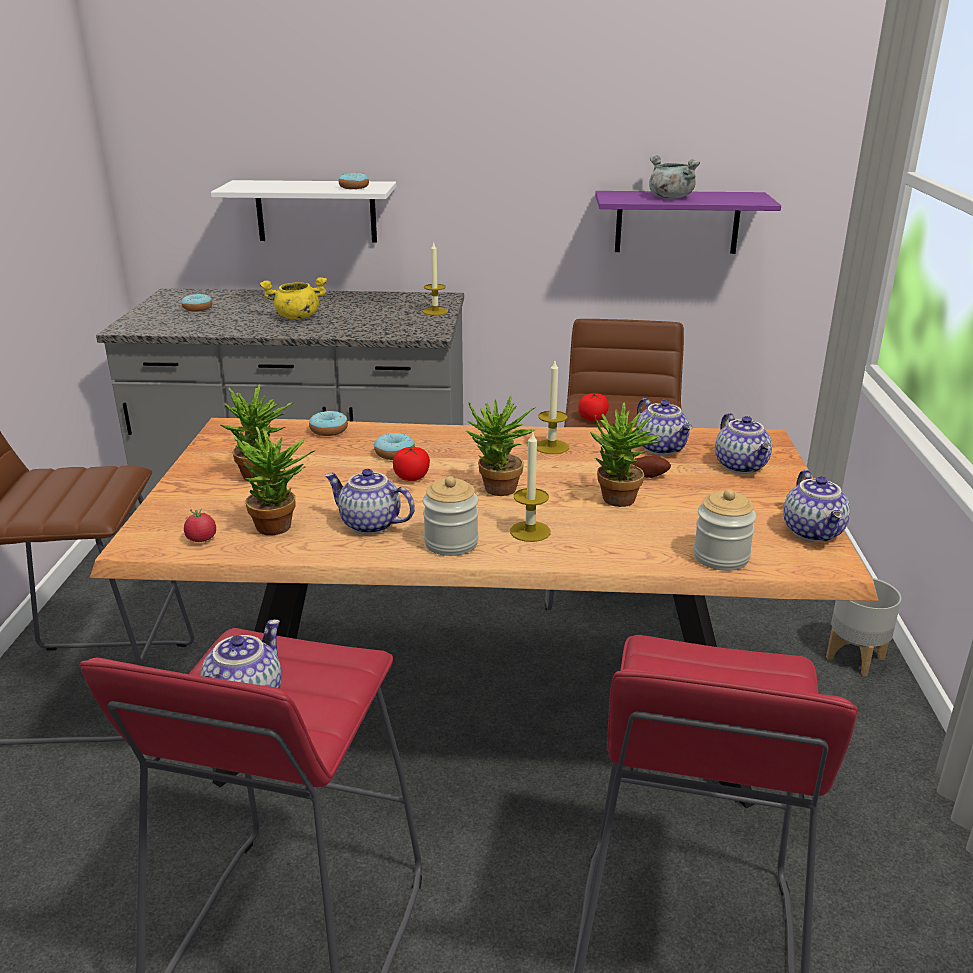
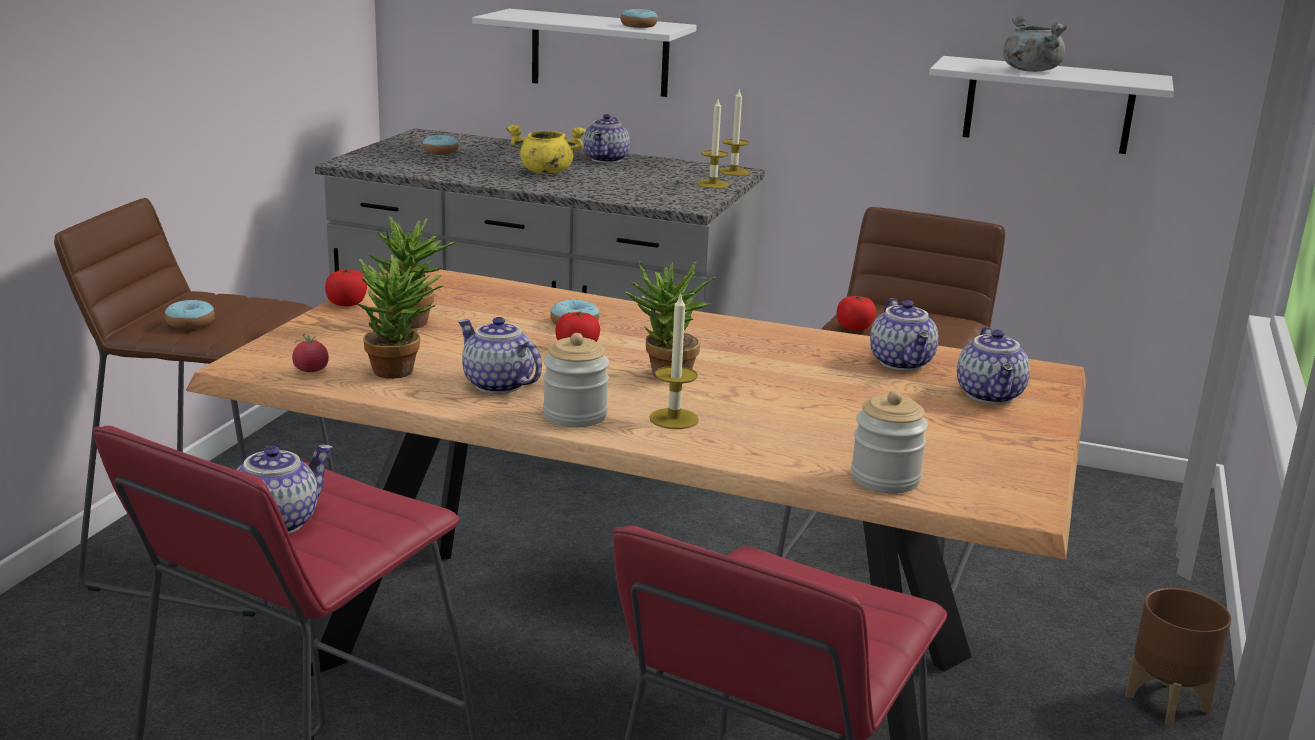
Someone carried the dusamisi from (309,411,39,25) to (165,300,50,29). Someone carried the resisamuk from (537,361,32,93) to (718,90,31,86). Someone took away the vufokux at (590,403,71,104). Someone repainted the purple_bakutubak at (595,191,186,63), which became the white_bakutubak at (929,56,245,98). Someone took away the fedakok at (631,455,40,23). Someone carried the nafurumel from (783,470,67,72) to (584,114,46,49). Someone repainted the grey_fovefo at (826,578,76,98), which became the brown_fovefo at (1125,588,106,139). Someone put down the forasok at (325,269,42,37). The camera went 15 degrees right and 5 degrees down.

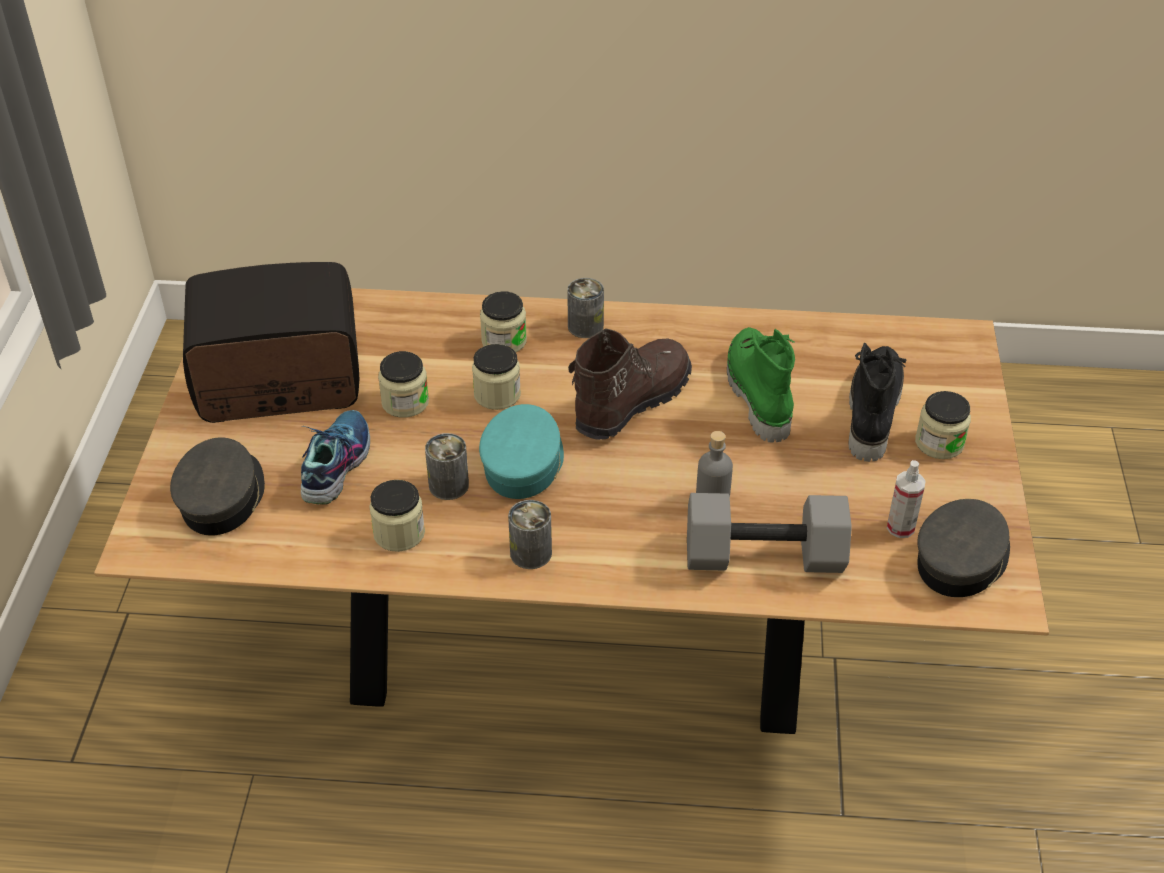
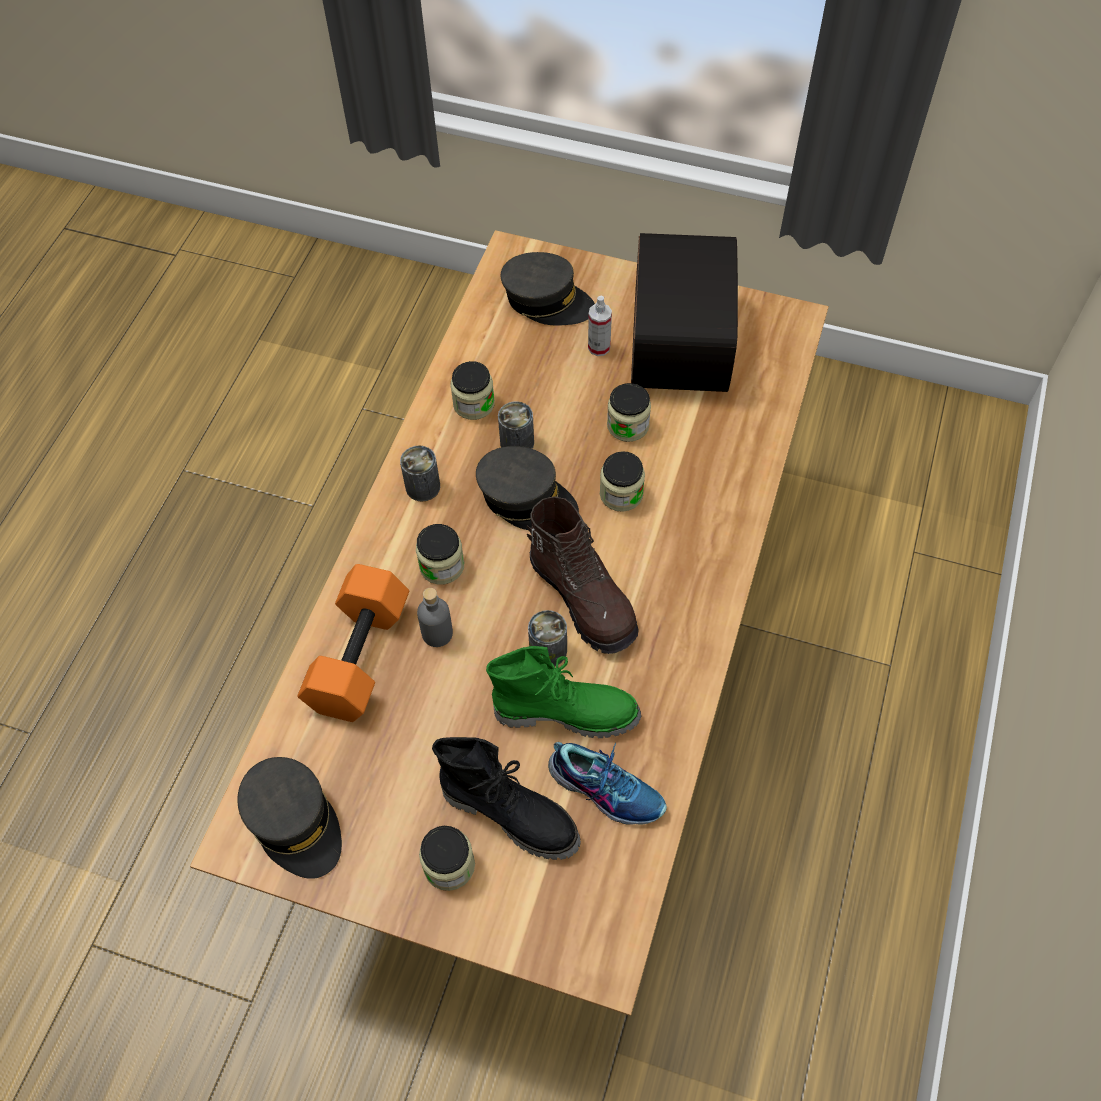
Someone carried the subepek from (301,410,69,95) to (548,742,119,83). Someone repainted the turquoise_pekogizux at (479,404,85,95), which became the grey_pekogizux at (476,446,103,84). Someone carried the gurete from (480,291,47,61) to (416,524,48,61). Someone carried the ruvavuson from (567,278,37,60) to (528,610,39,56). Someone repainted the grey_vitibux at (687,493,165,80), which became the orange_vitibux at (297,564,112,158). Someone carried the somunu from (887,460,39,78) to (588,296,24,60). The camera went 105 degrees right and 15 degrees up.

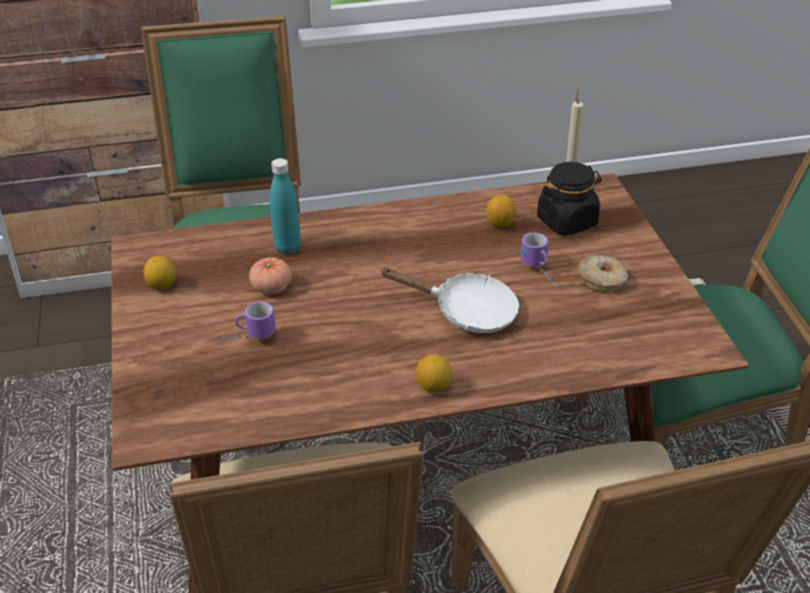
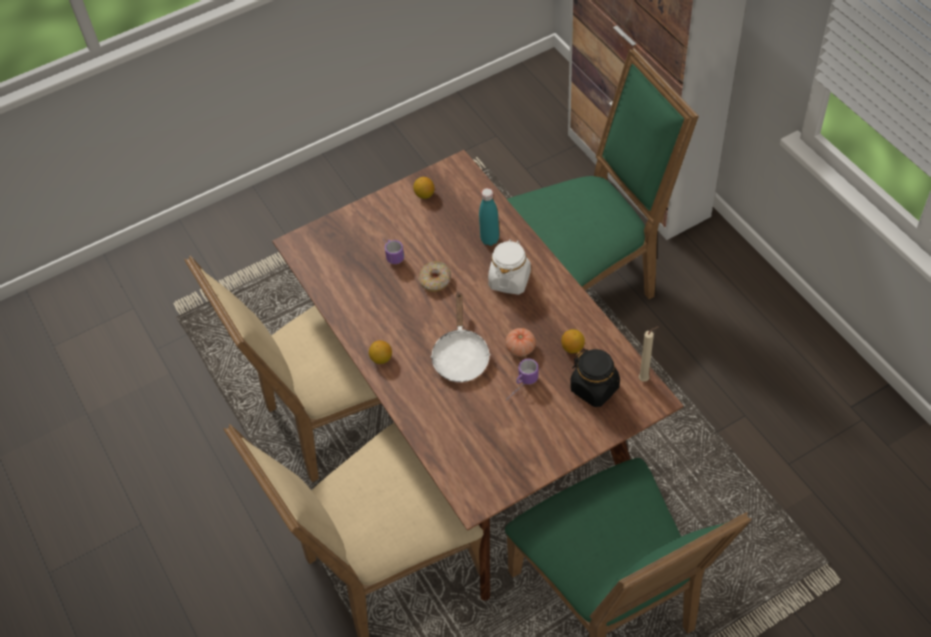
Someone carried the forasok from (249,257,43,37) to (505,328,31,28). Someone carried the dusamisi from (577,255,51,38) to (419,261,32,31). Someone put down the white_gurete at (488,239,43,56). The camera went 75 degrees right and 15 degrees up.

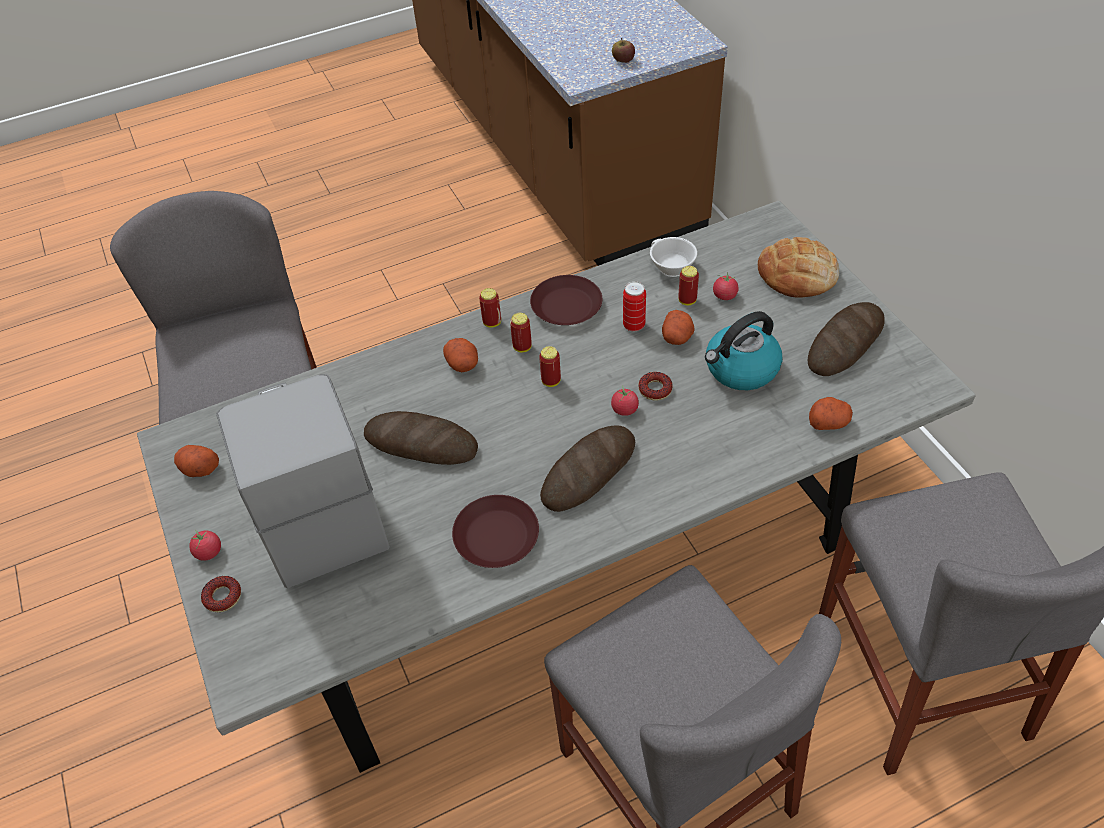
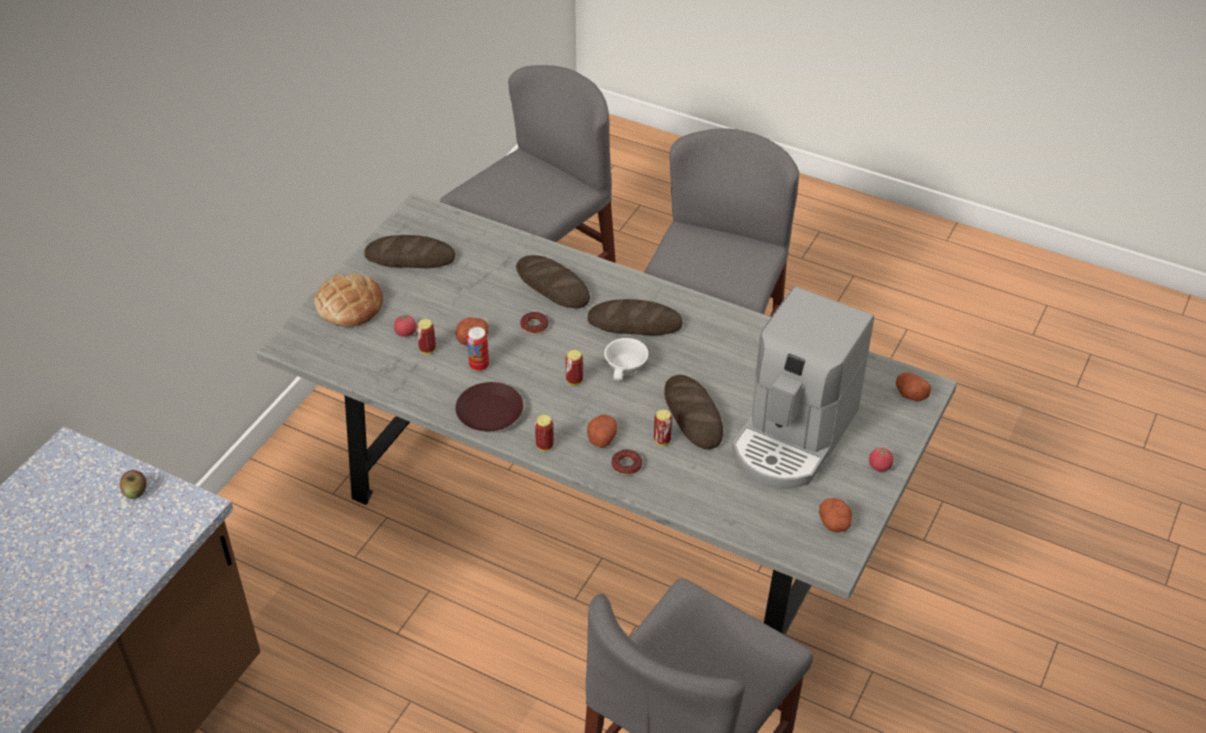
Someone carried the dusamisi from (201,576,40,36) to (611,449,31,26). Someone took away the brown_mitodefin at (452,495,87,73). Someone carried the ruvavuson from (510,313,22,39) to (654,409,18,37). Someone took away the forasok at (611,385,28,31). Someone carried the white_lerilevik from (650,237,47,40) to (604,338,44,43). Someone took away the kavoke at (705,311,78,79). Someone carried the fedakok from (809,397,44,33) to (896,372,35,30). Someone put down the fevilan at (516,255,74,54). The camera went 130 degrees left and 5 degrees down.

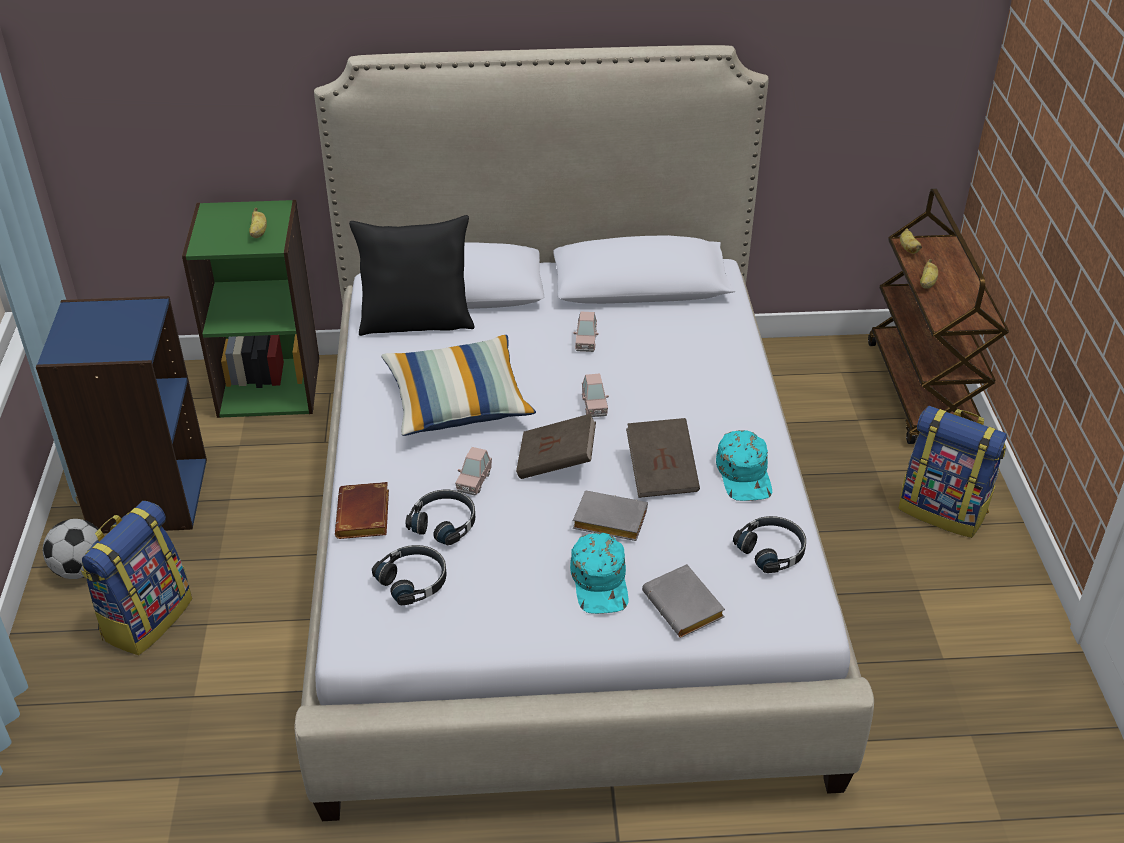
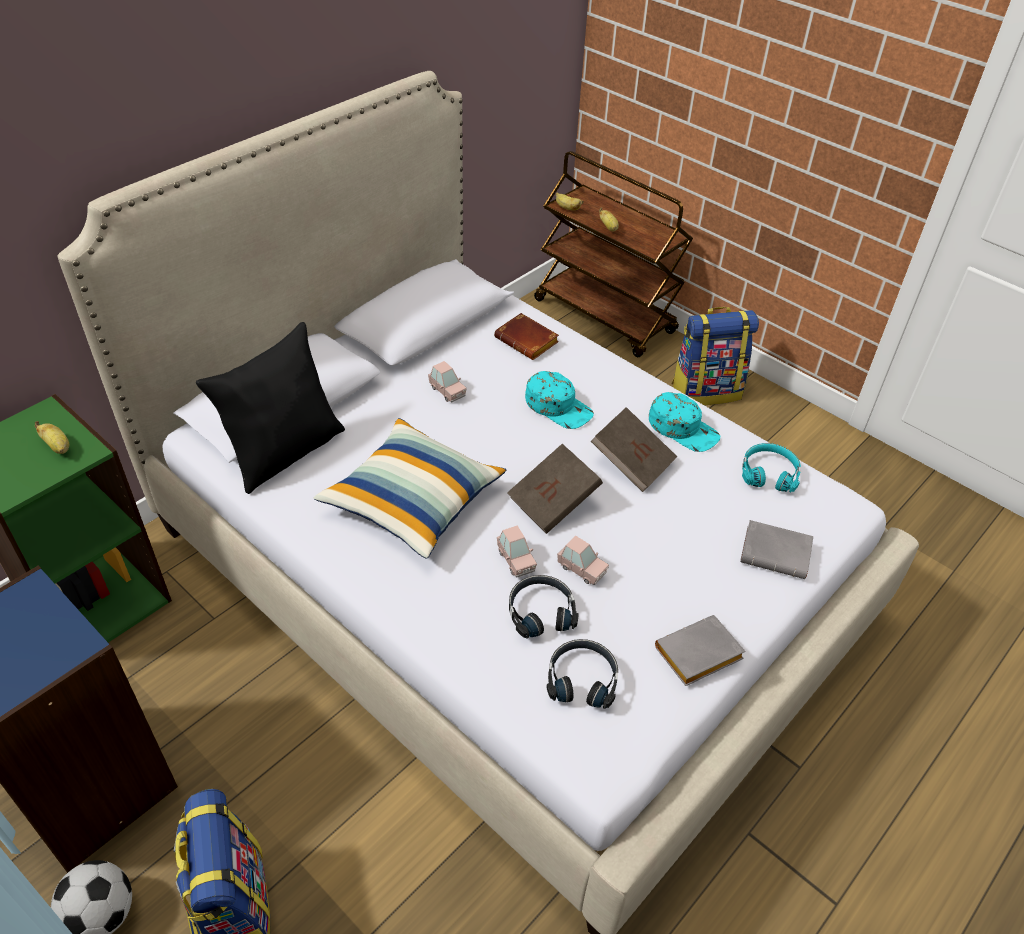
Someone carried the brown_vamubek from (335,482,54,57) to (494,313,65,47). Someone carried the turquoise_pekogizux from (570,533,58,81) to (525,371,69,58). Someone carried the grey_vamubek from (573,490,75,51) to (655,615,91,71). Someone carried the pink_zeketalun from (582,373,27,44) to (557,536,52,49). Someone repainted the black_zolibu at (733,516,73,57), which became the turquoise_zolibu at (742,443,59,50). The camera went 45 degrees left and 5 degrees up.

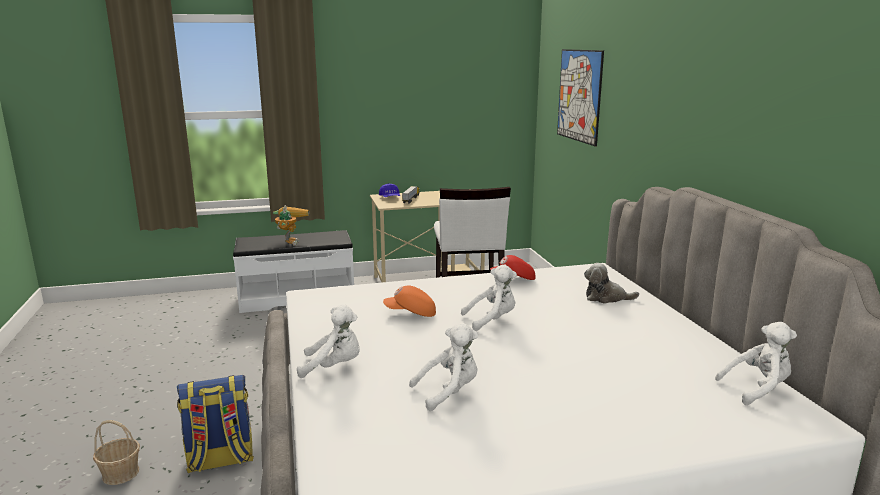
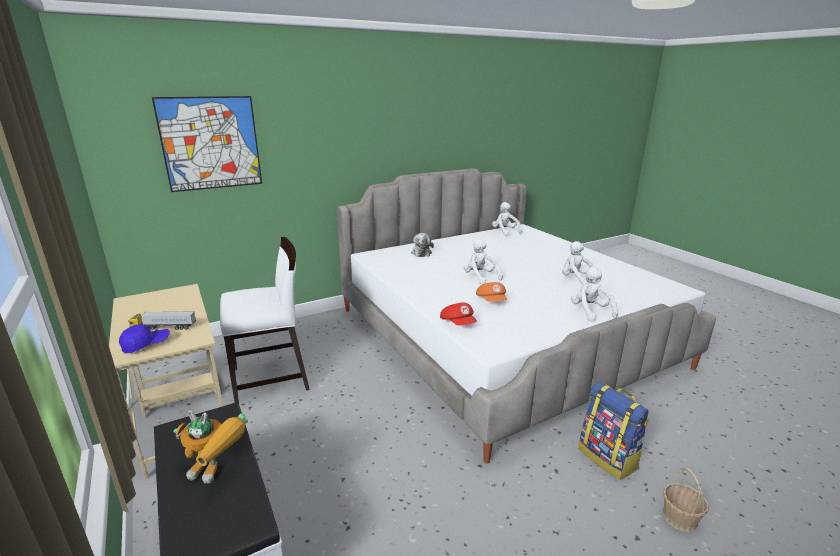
Someone rotated the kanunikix at (273,205,36,41) by 150 degrees counterclockwise. Someone carried the red_pekogizux from (490,255,46,25) to (440,302,37,24). The camera went 105 degrees left and 5 degrees up.

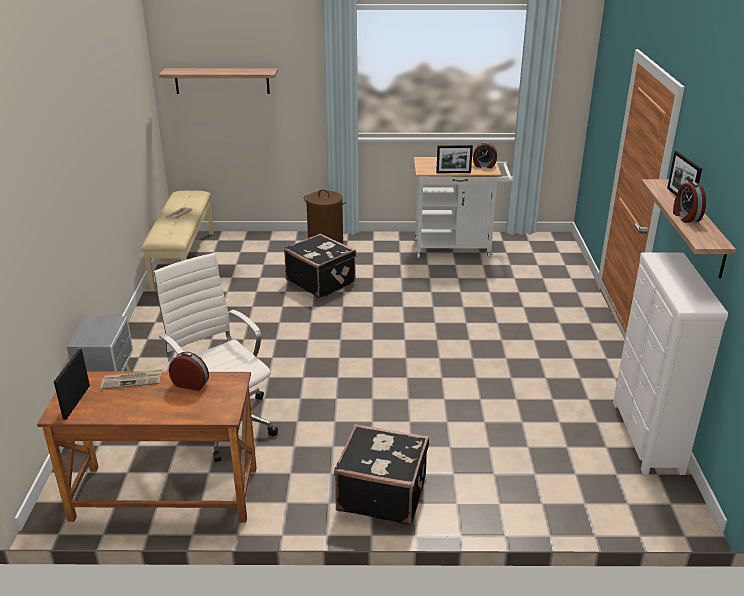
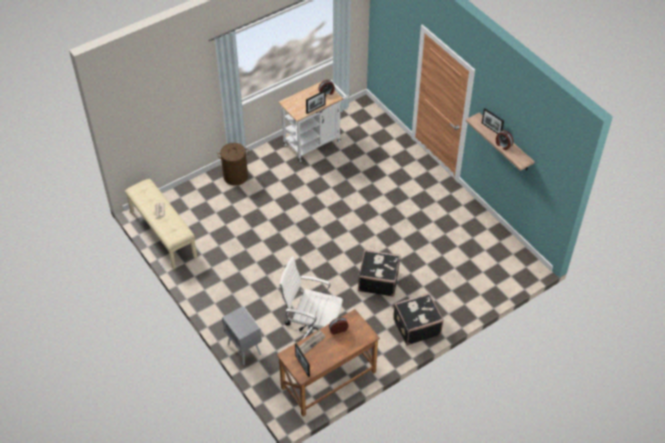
Someone took away the bakutubak at (159,68,119,26). Someone carried the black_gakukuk from (284,234,72,64) to (358,250,43,47). Someone took away the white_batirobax at (613,253,115,222). The camera went 35 degrees left and 20 degrees up.

